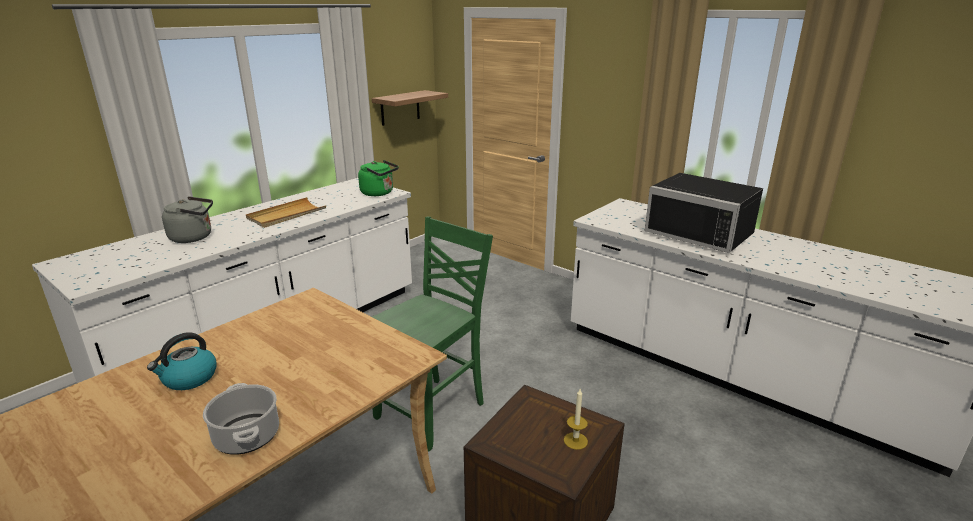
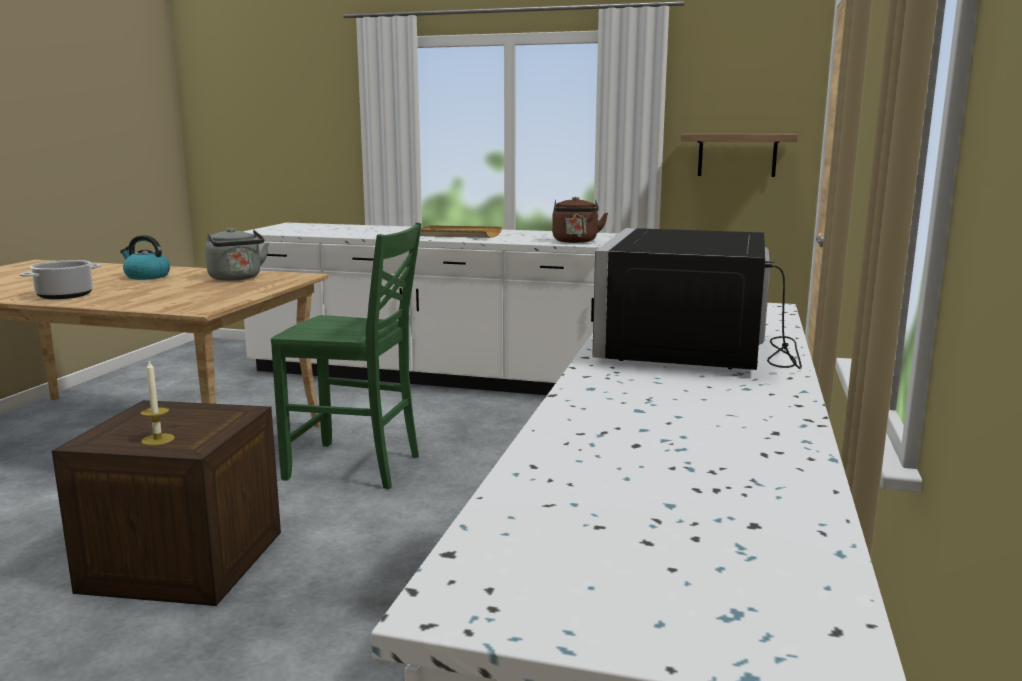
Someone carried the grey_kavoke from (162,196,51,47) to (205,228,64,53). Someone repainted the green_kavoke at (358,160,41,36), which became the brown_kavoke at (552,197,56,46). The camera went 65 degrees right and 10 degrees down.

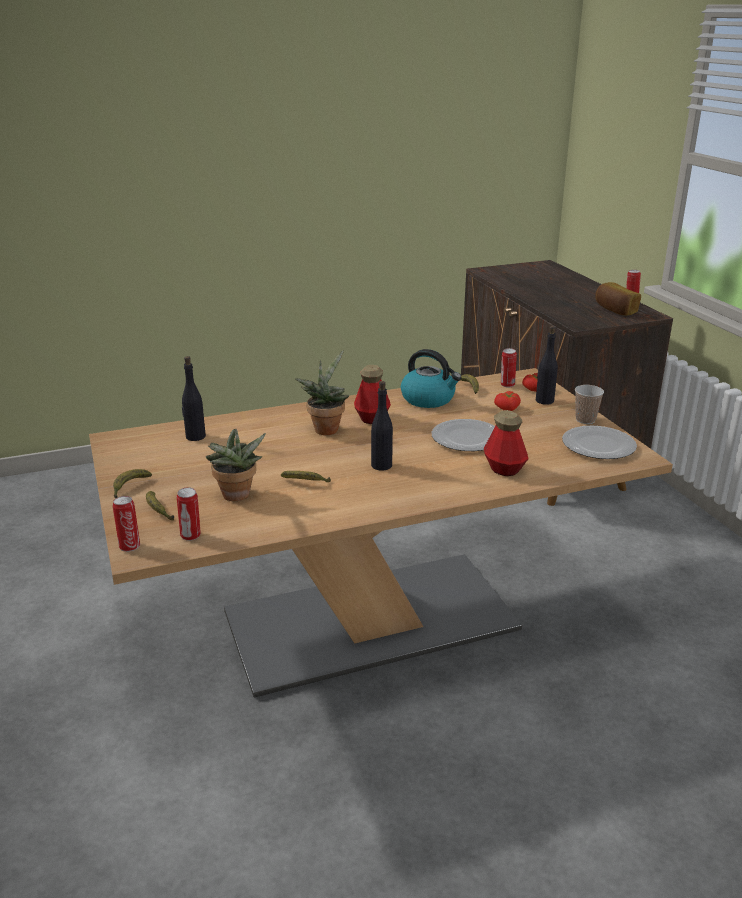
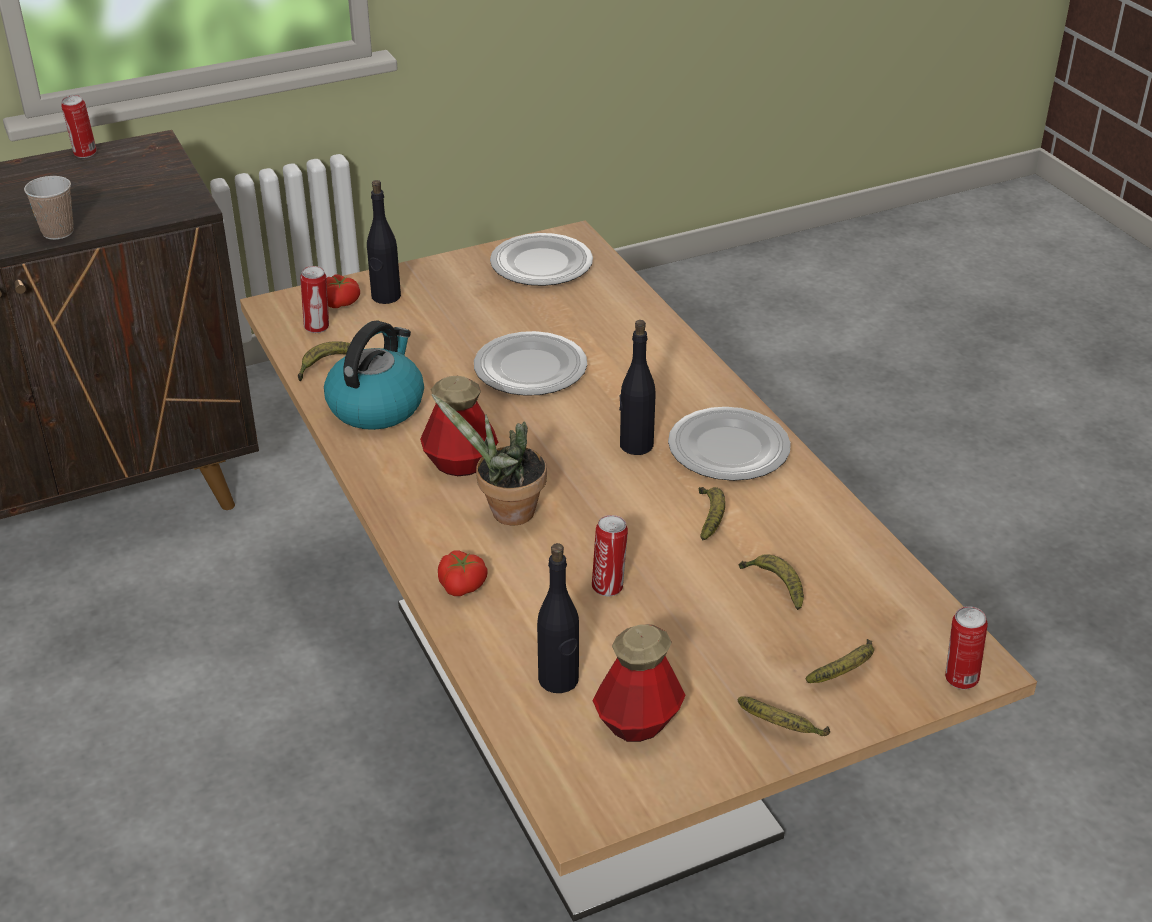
Someone carried the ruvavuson from (177,487,24,54) to (592,515,36,81). Someone swapped the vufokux at (206,429,60,72) for the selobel at (739,554,65,56). Someone carried the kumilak from (484,410,44,66) to (592,624,94,118). Someone carried the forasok from (494,391,27,20) to (438,550,49,46). Someone carried the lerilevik from (575,385,29,39) to (24,176,50,64). Someone took away the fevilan at (595,282,46,34). Someone put down the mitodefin at (668,407,123,74). The camera went 95 degrees left and 10 degrees up.

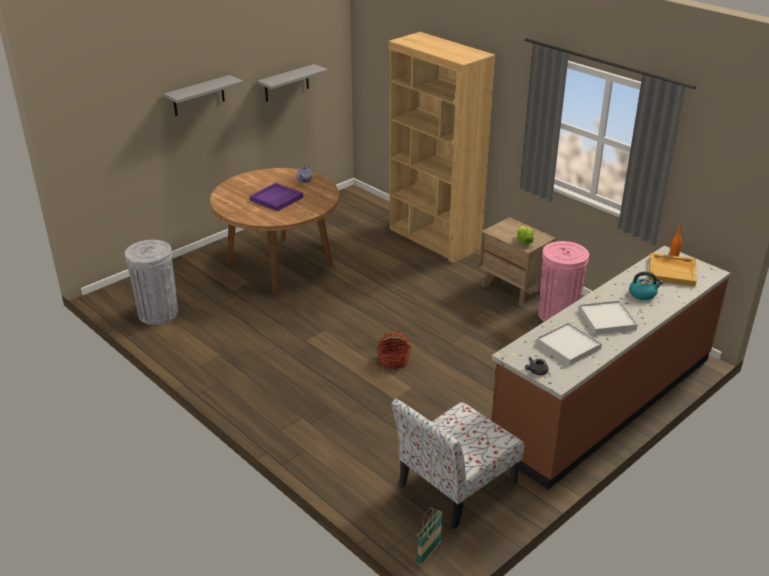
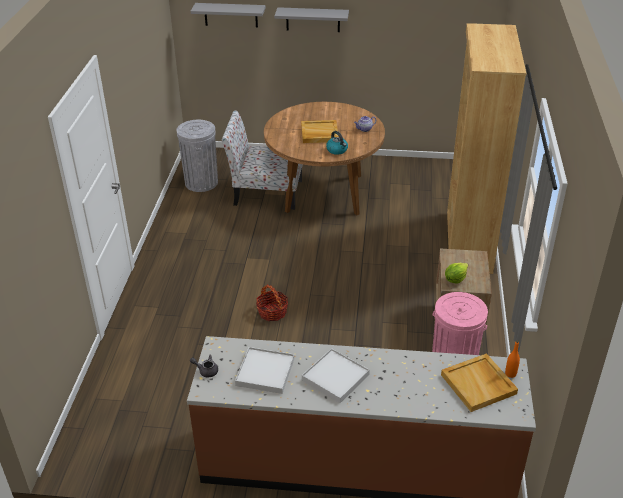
Someone repainted the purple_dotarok at (250,183,53,28), which became the beige_dotarok at (301,120,38,23). Someone carried the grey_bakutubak from (257,64,71,38) to (191,3,75,25). Someone carried the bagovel from (391,399,133,130) to (222,110,81,100). Someone took away the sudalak at (416,507,26,59). Someone carried the kavoke from (629,272,34,28) to (326,131,22,24). The camera went 50 degrees right and 5 degrees up.

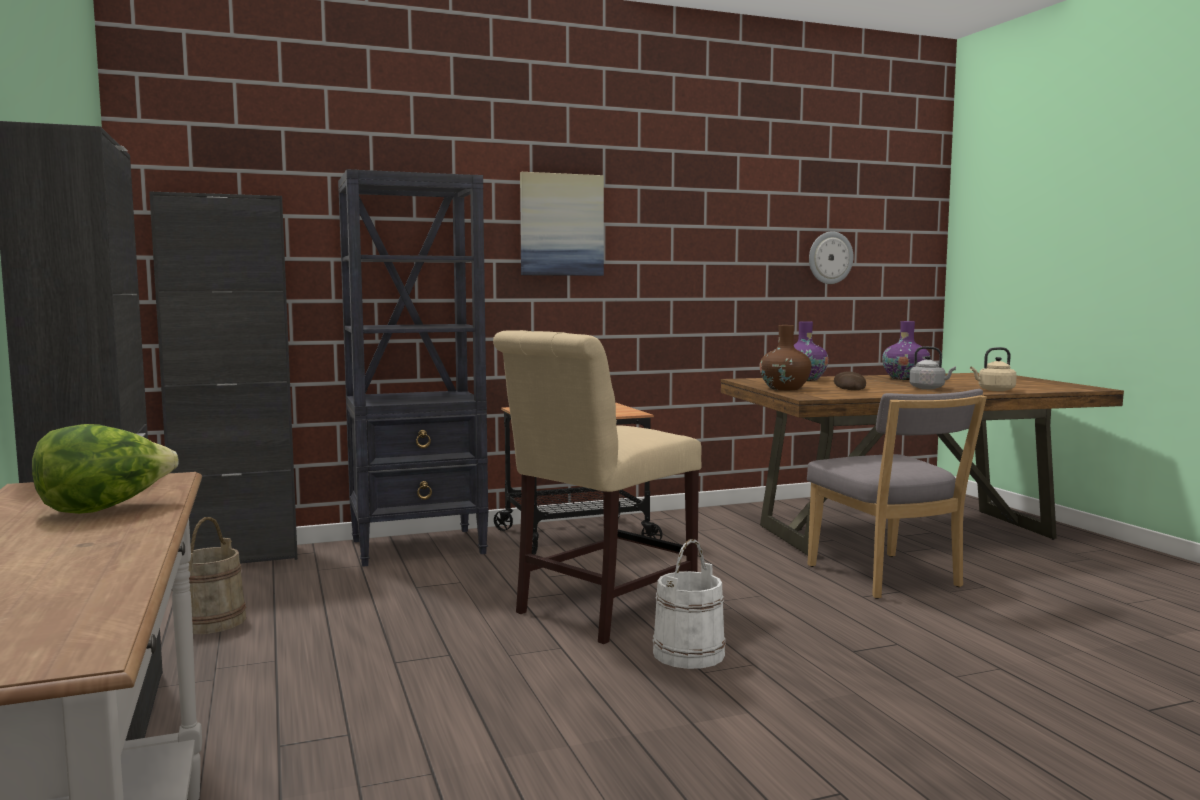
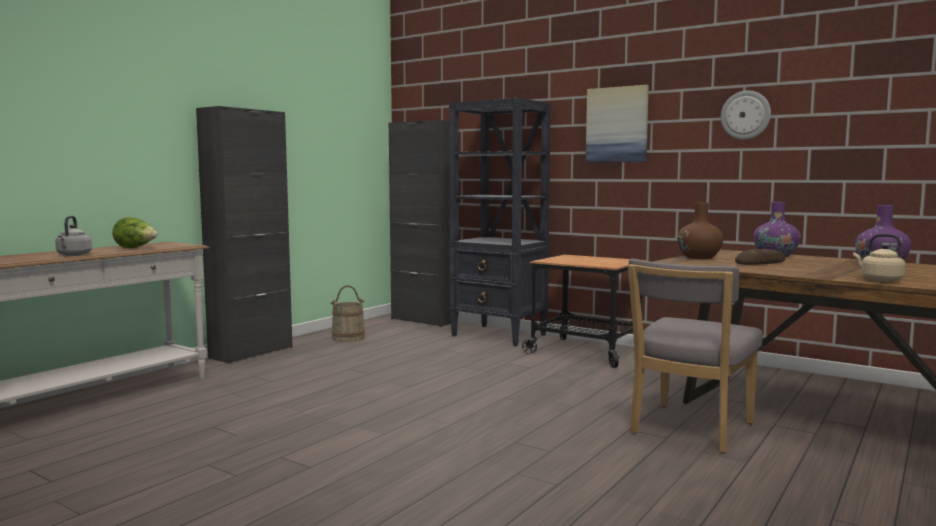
Someone took away the beige_bagovel at (493,330,209,314). Someone took away the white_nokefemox at (652,539,74,130). Someone carried the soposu from (809,231,45,53) to (721,90,50,50). Someone carried the grey_kavoke from (909,346,47,43) to (55,216,37,40). The camera went 55 degrees right and 0 degrees up.

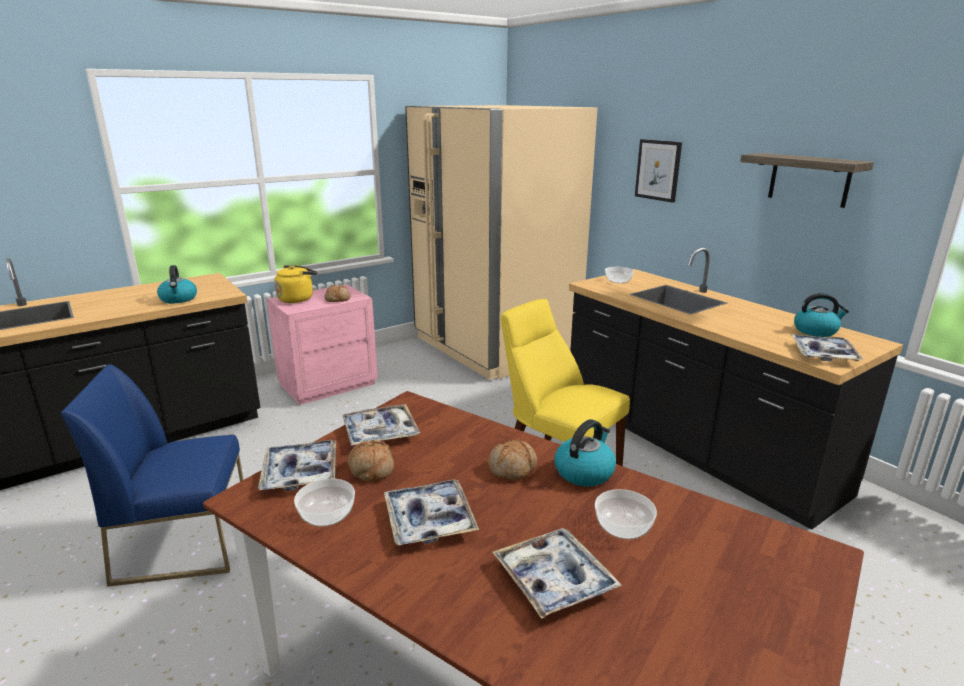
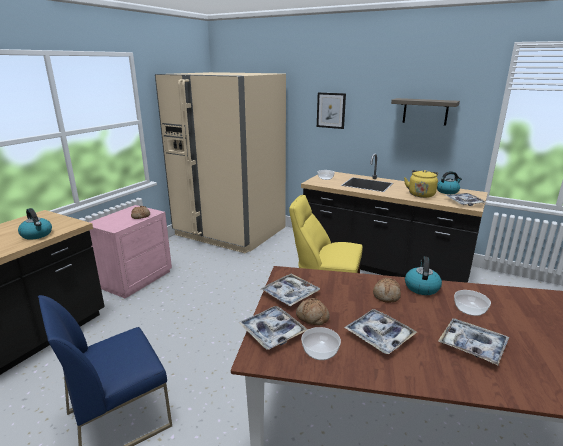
Someone carried the yellow_kavoke from (274,265,44,38) to (404,170,34,28). The camera went 25 degrees left and 0 degrees up.

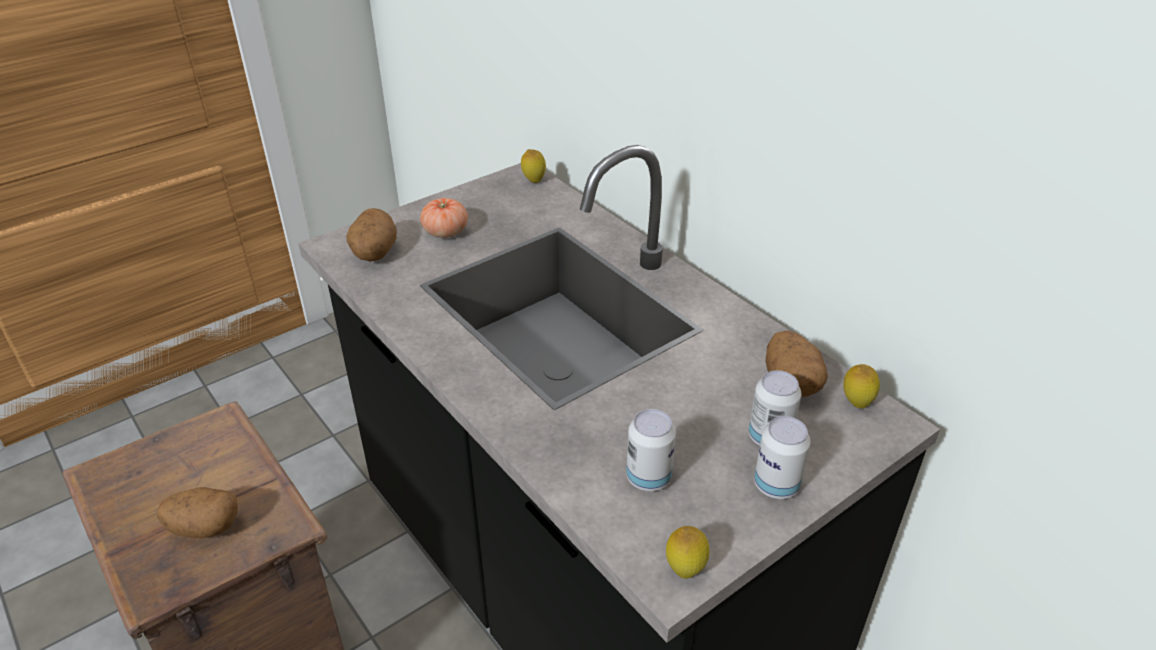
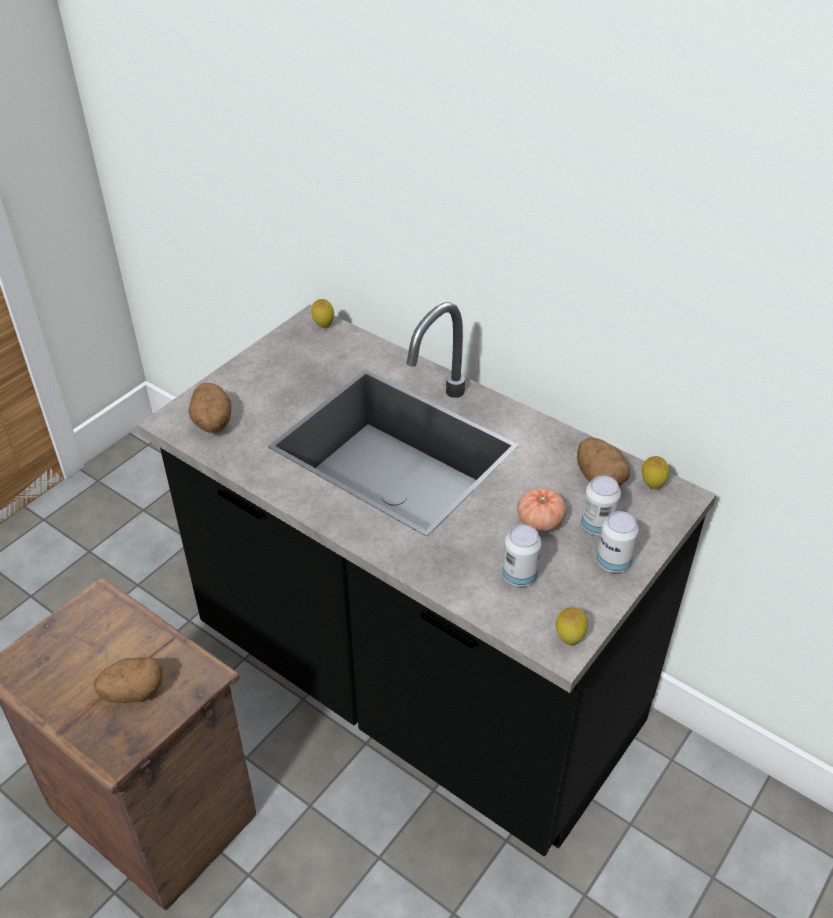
Someone carried the forasok from (420,198,48,40) to (517,488,49,44). The camera went 15 degrees left and 5 degrees up.

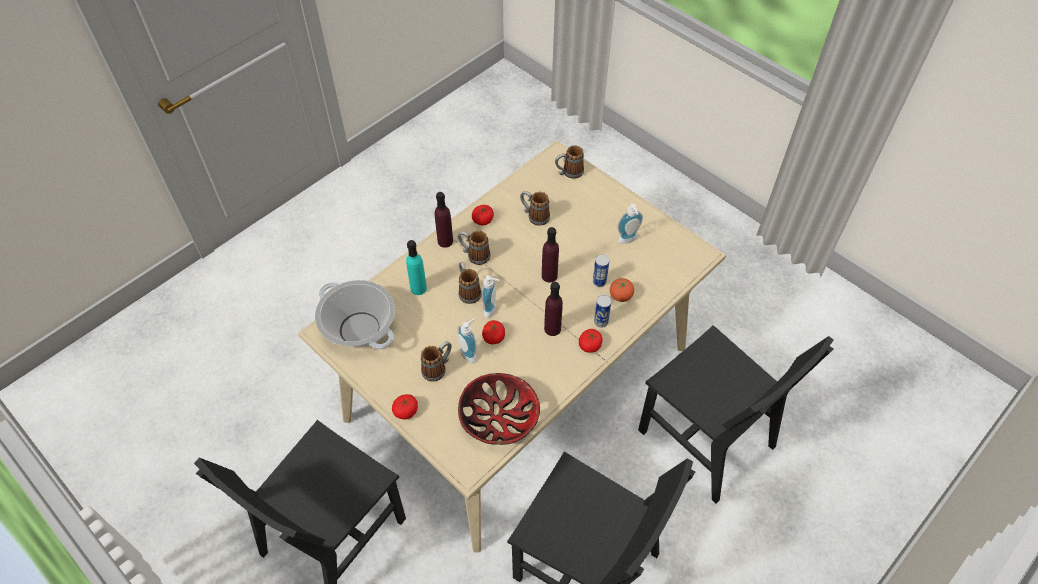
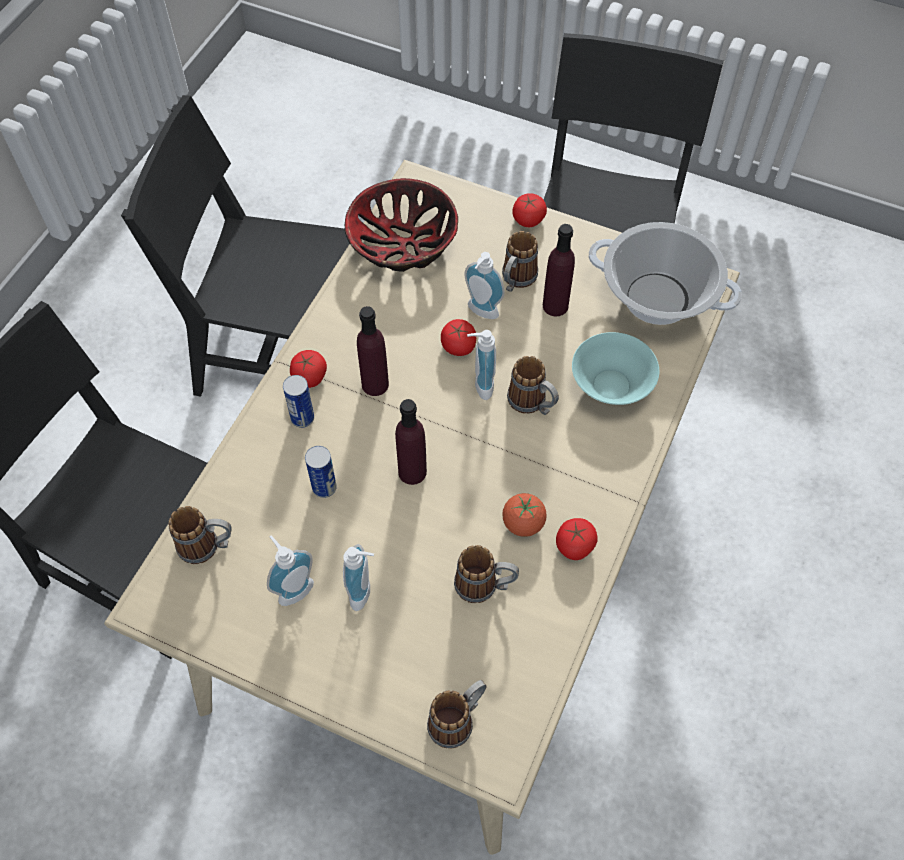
Someone swapped the turquoise_kumilak at (406,240,21,55) for the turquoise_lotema at (572,332,87,73). Someone carried the purple_kumilak from (435,192,18,56) to (543,224,32,92). Someone carried the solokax from (458,230,32,35) to (168,506,64,58). Someone carried the forasok from (610,278,24,24) to (502,493,45,44). Someone put down the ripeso at (343,544,31,67). The camera went 160 degrees right and 5 degrees up.

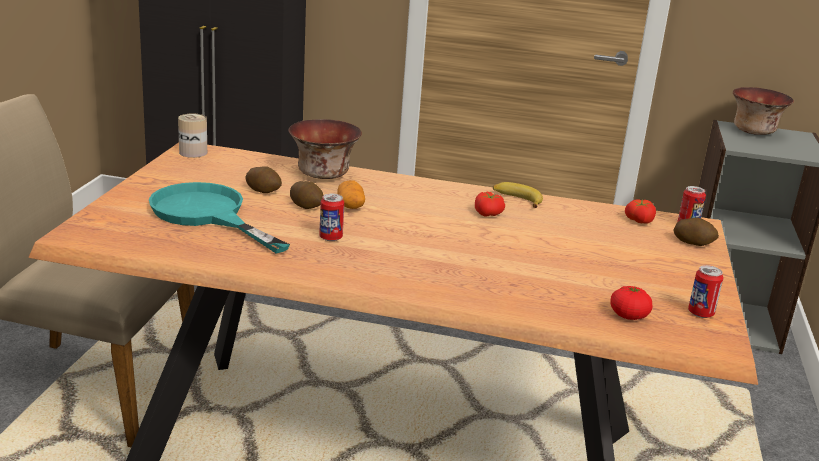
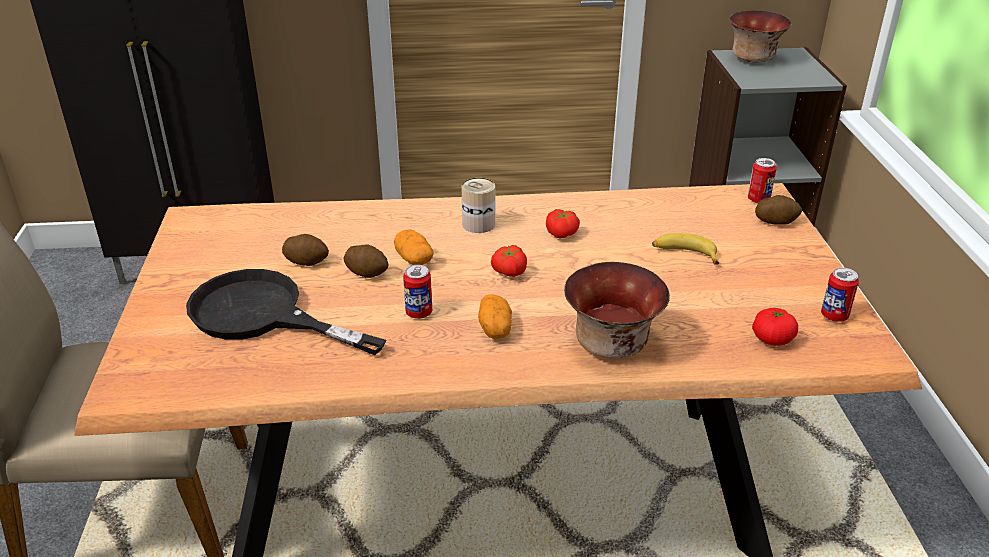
Someone repainted the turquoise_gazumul at (149,182,141,71), which became the black_gazumul at (186,269,200,86). Someone carried the ruvavuson from (178,114,29,44) to (461,178,34,55). Someone carried the lotema from (288,119,74,60) to (564,262,106,96). Someone carried the selobel from (493,182,50,26) to (652,233,67,32). Someone carried the forasok from (625,199,31,25) to (491,245,36,32). Someone put down the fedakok at (478,294,34,45). The camera went 15 degrees left and 10 degrees up.

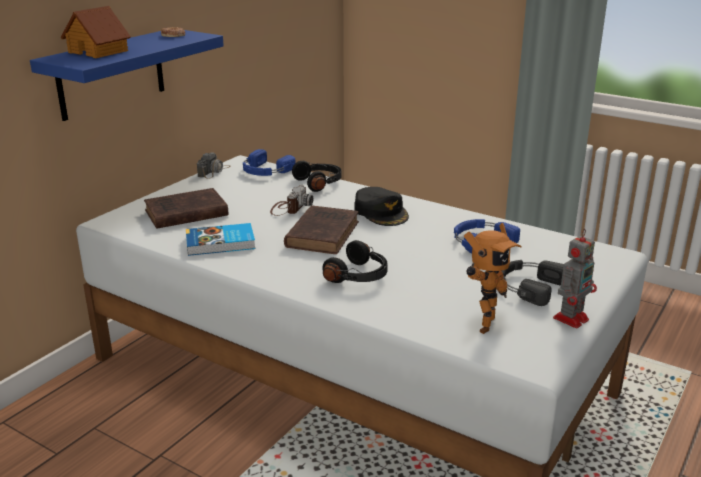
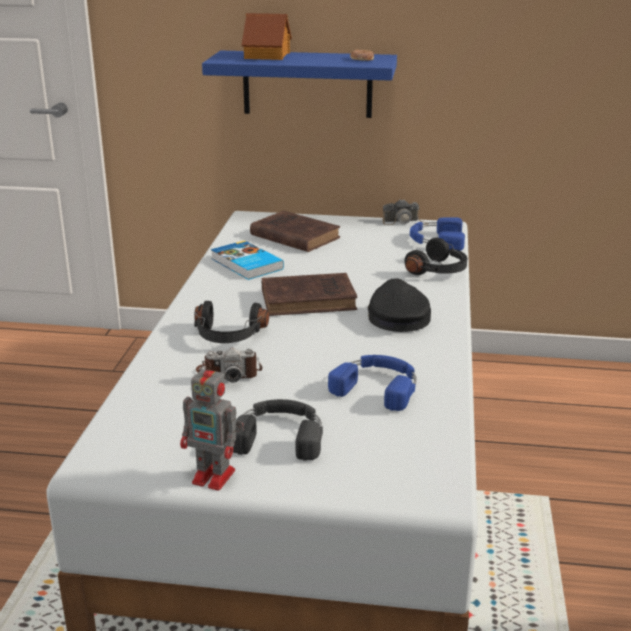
Someone carried the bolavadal from (270,184,43,32) to (196,347,66,36). Someone rotated the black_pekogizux at (355,187,54,39) by 135 degrees clockwise. Someone took away the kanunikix at (464,223,58,111). The camera went 65 degrees right and 0 degrees up.

